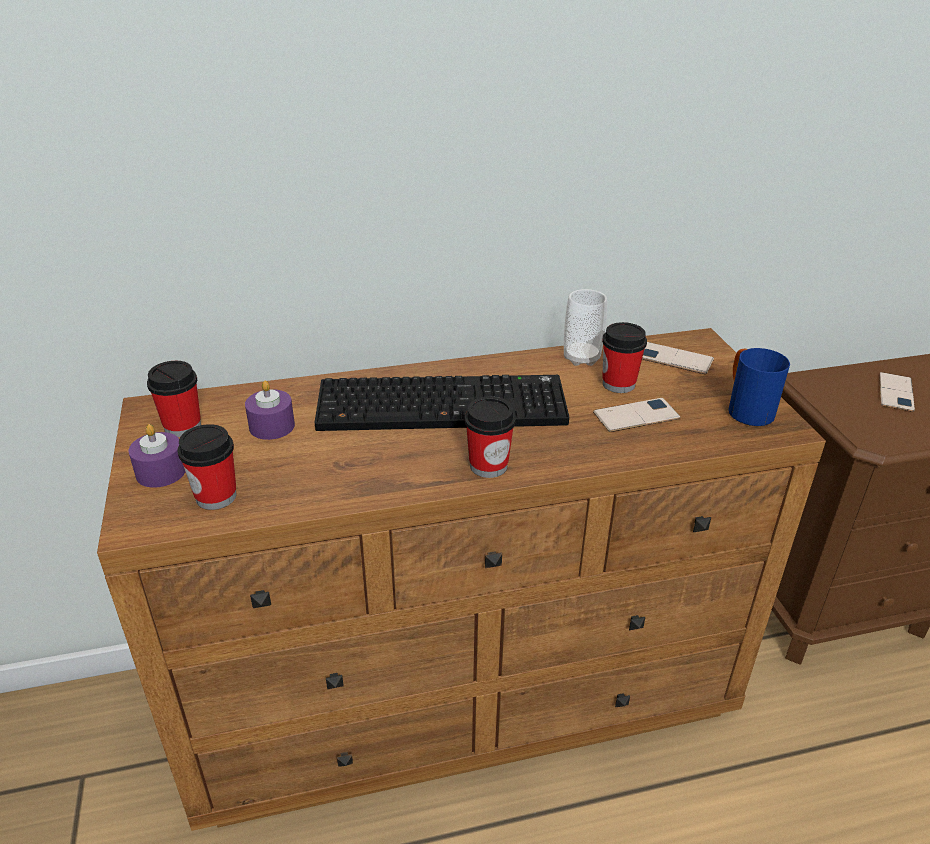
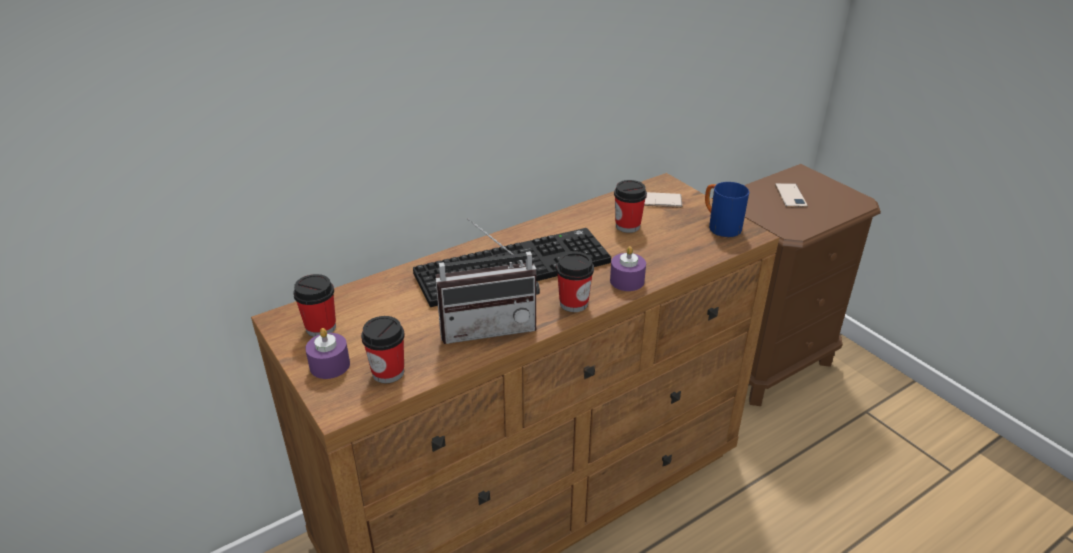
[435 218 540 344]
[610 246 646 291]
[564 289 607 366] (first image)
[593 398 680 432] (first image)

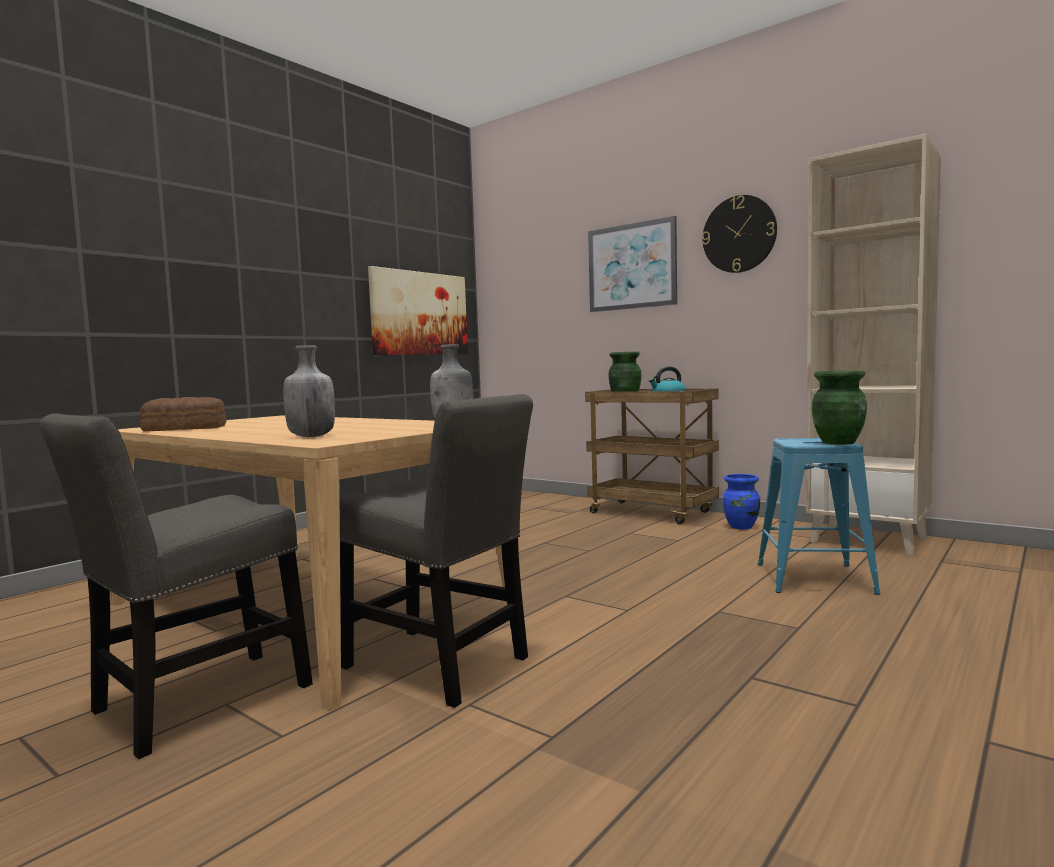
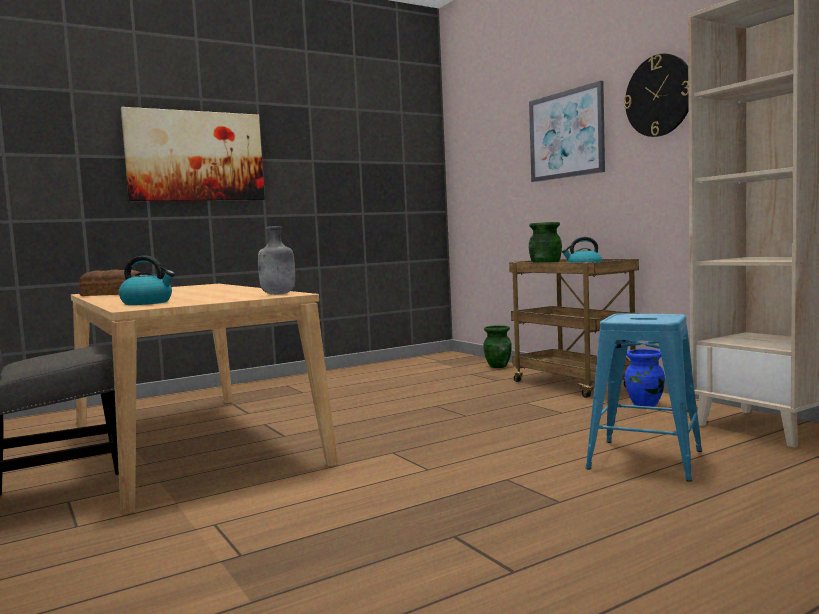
[119 256 175 305]
[121 107 265 201]
[483 325 512 368]
[340 394 533 708] (first image)

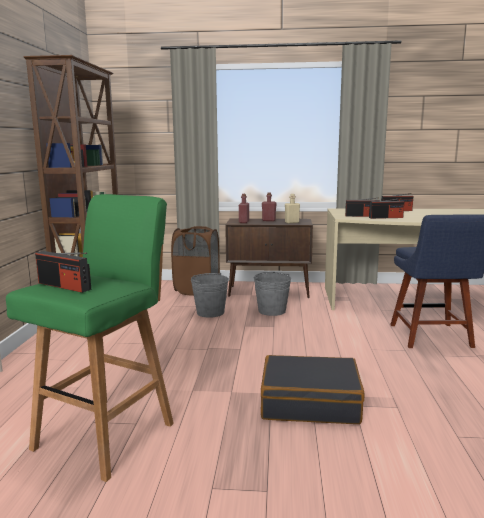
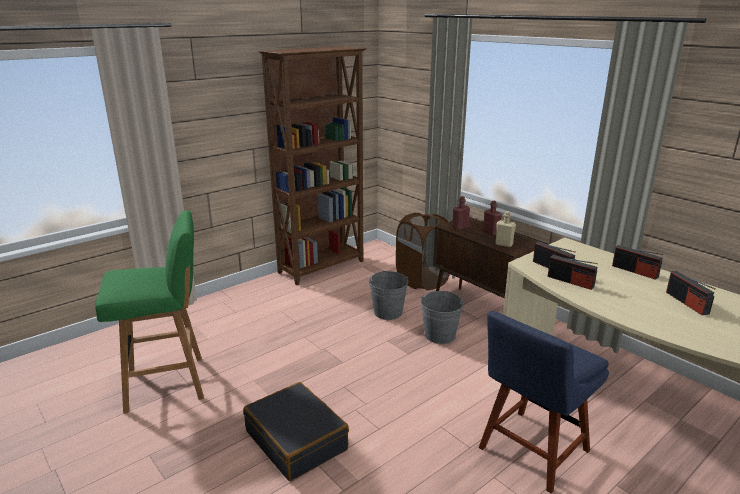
[666 271 716 315]

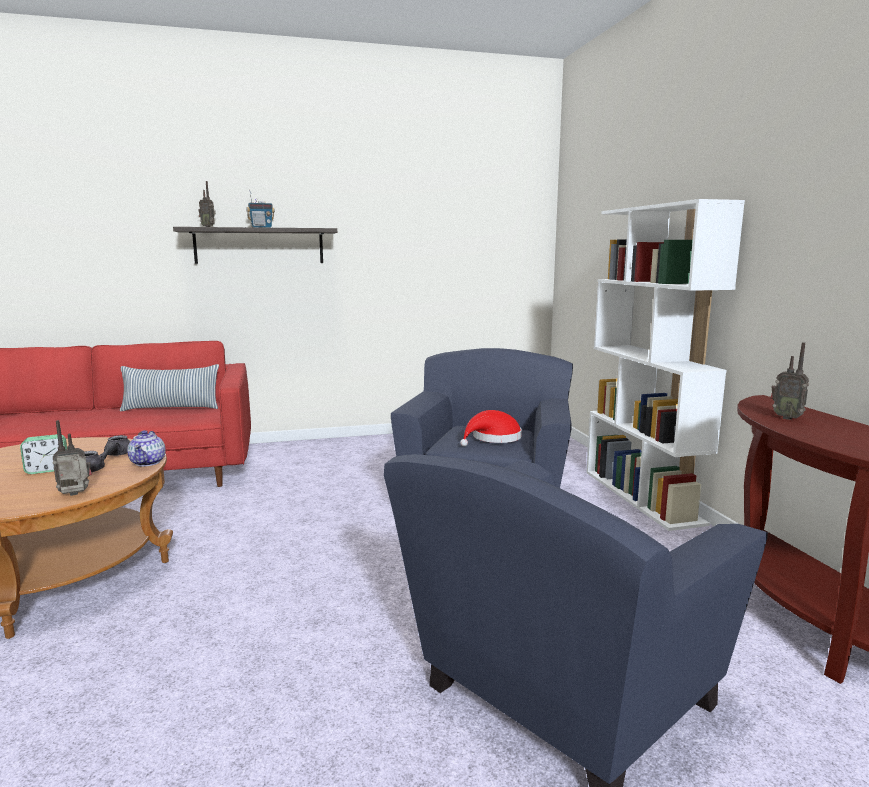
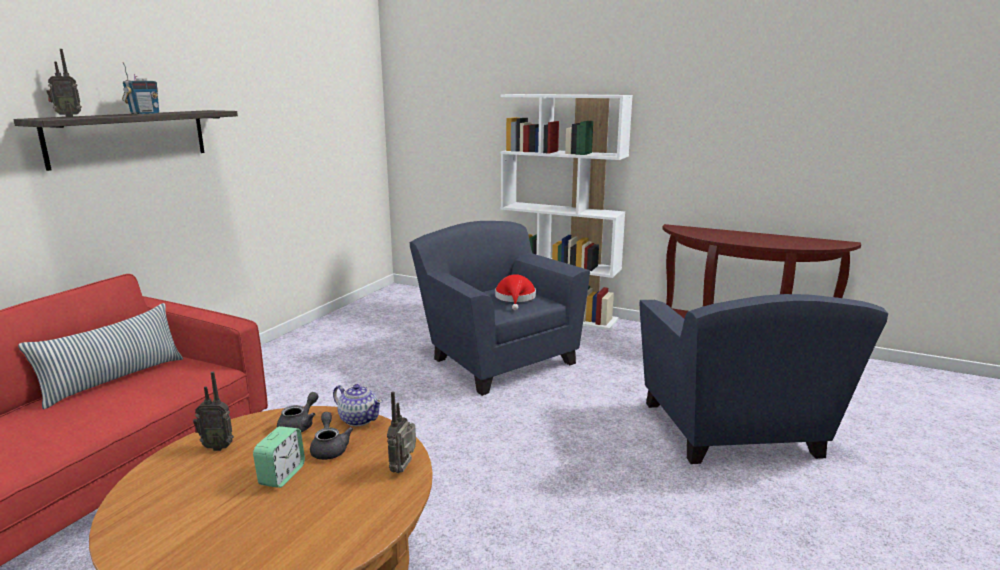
[193 372 234 451]

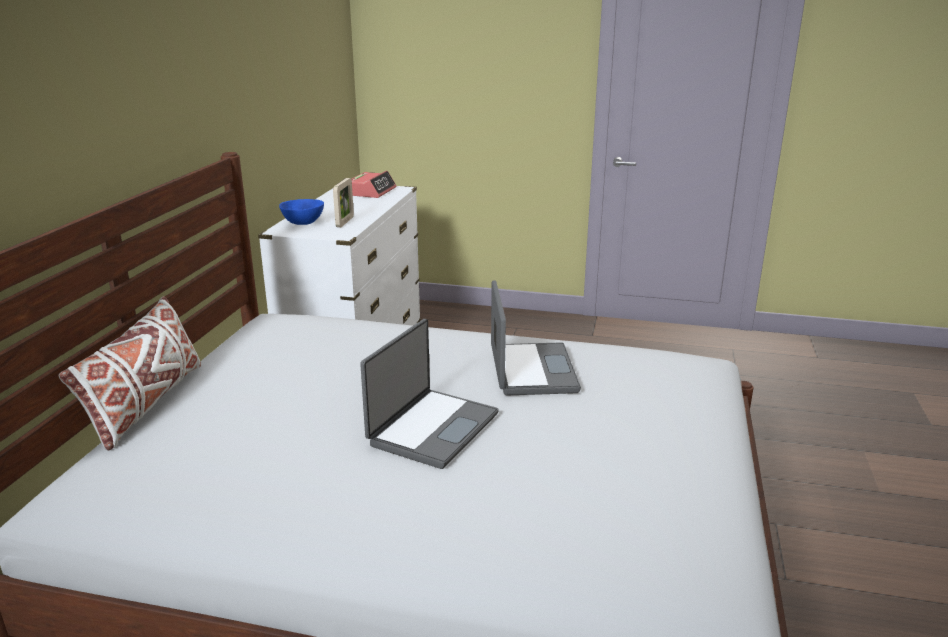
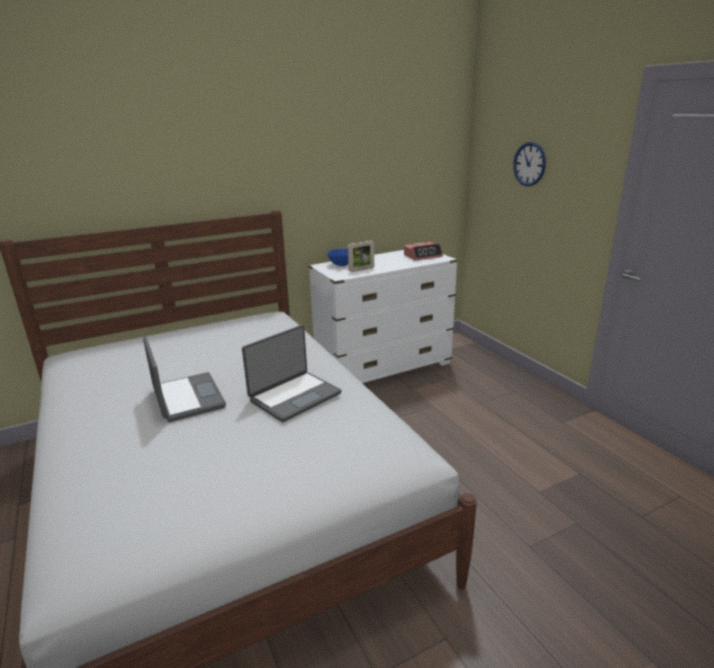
[143 337 226 422]
[513 142 546 186]
[59 296 201 451] (first image)

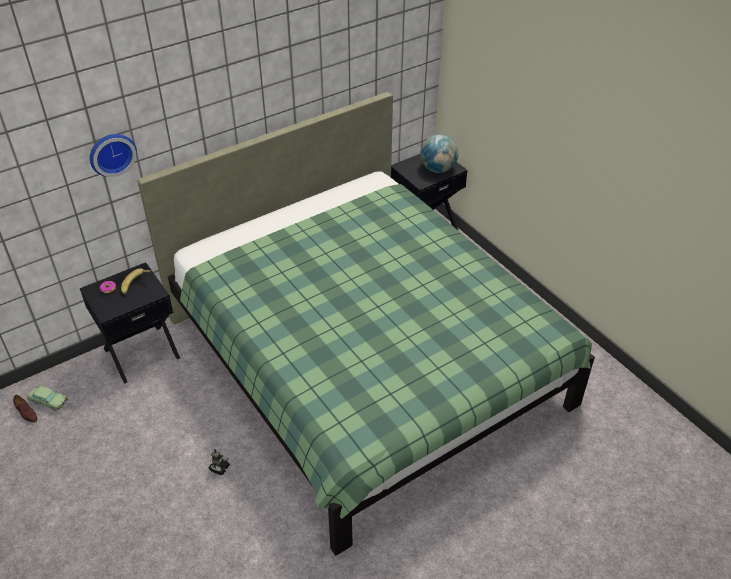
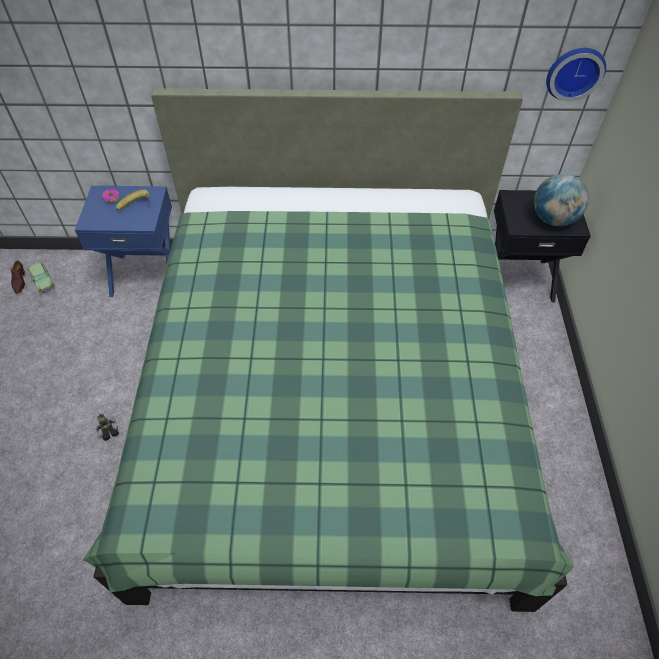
[75 186 172 297]
[546 48 606 101]

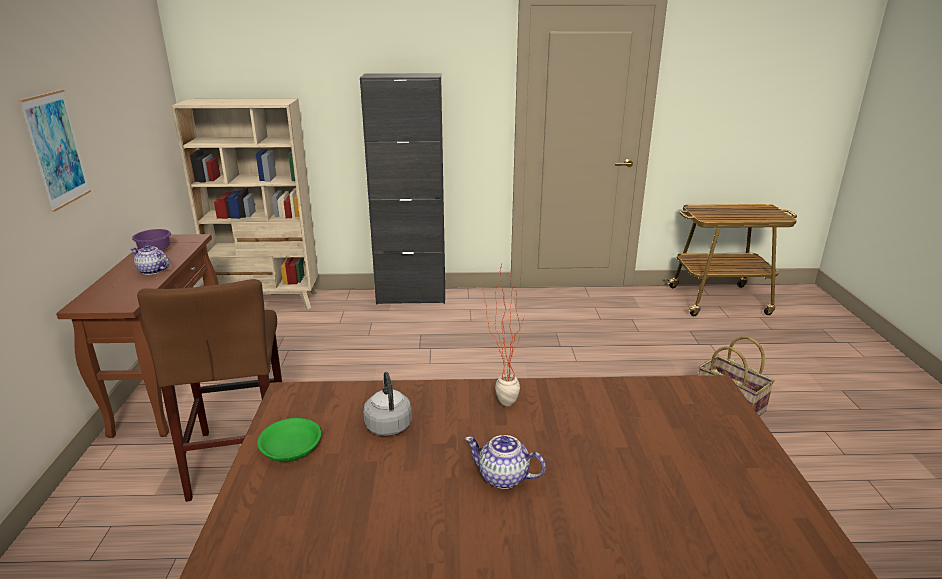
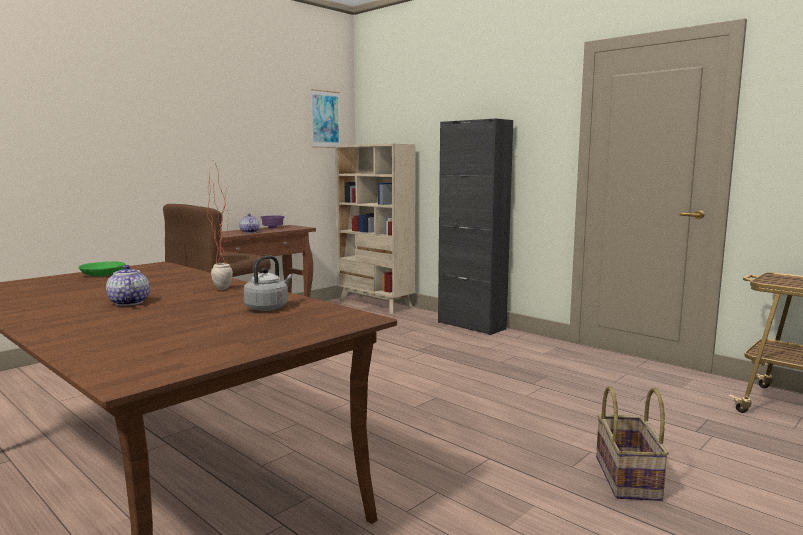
[244 256 292 311]
[310 89 340 148]

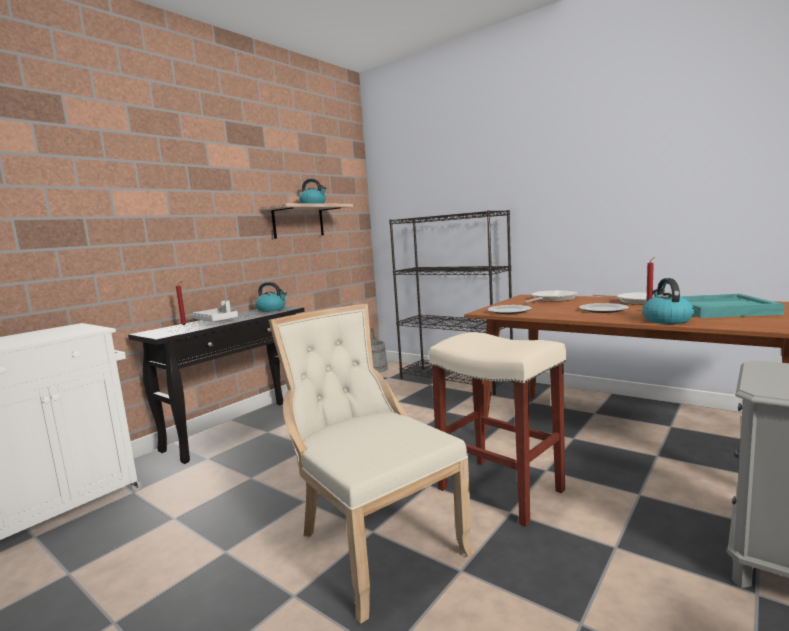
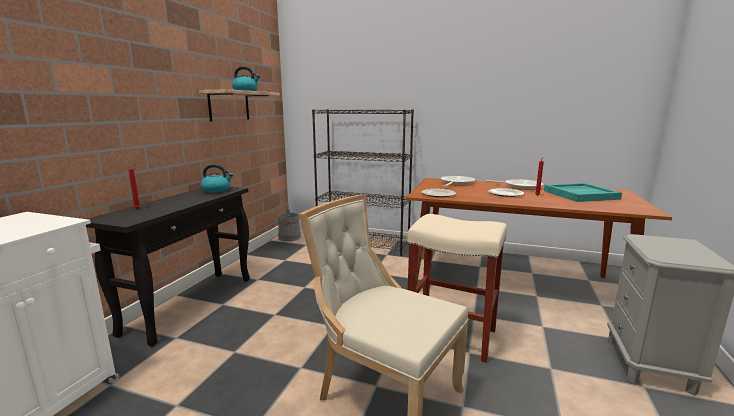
[192 300 238 322] (first image)
[642 278 694 324] (first image)

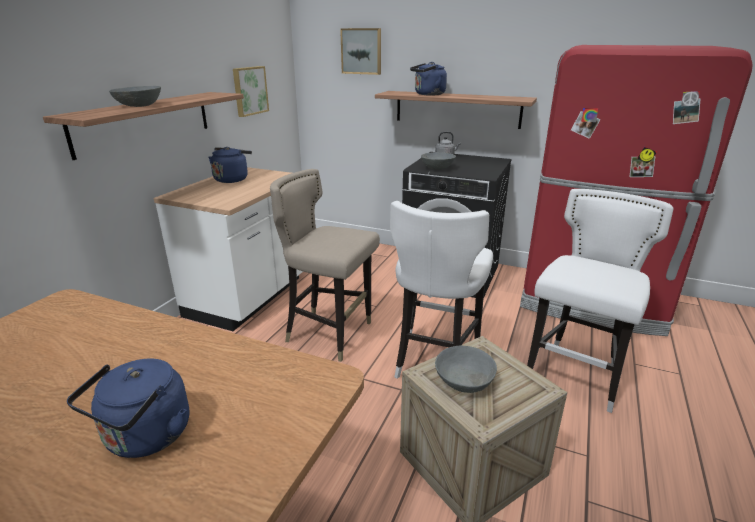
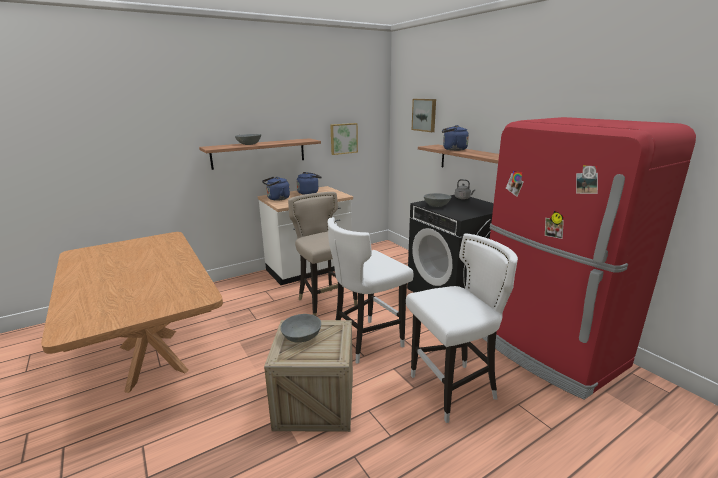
[262 177 290 201]

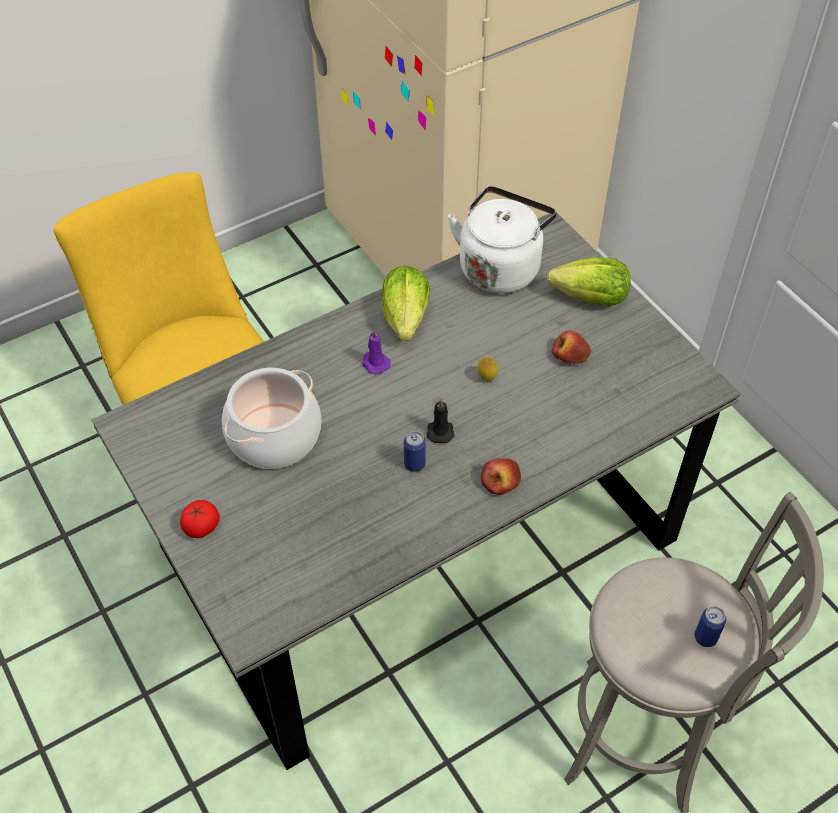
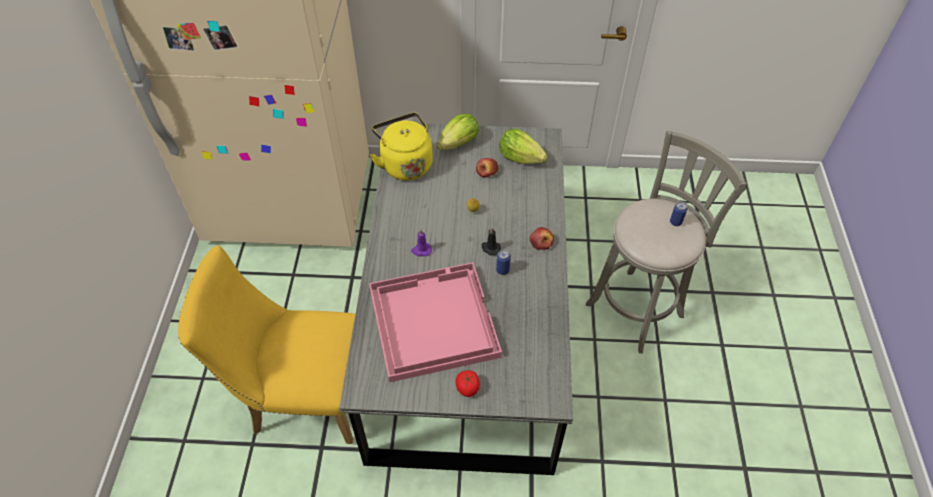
[369 263 502 382]
[370 113 433 180]
[499 129 547 164]

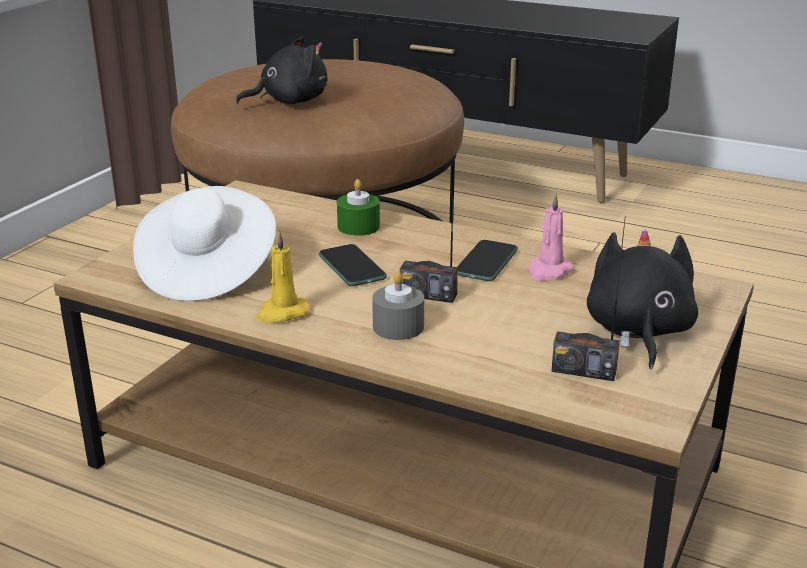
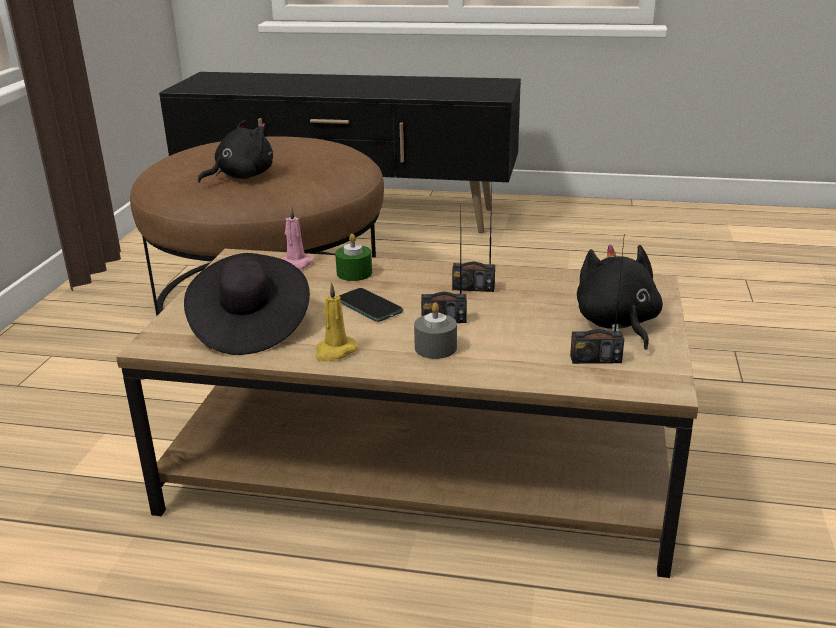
[184 253 310 355]
[282 206 314 270]
[452 182 495 292]

